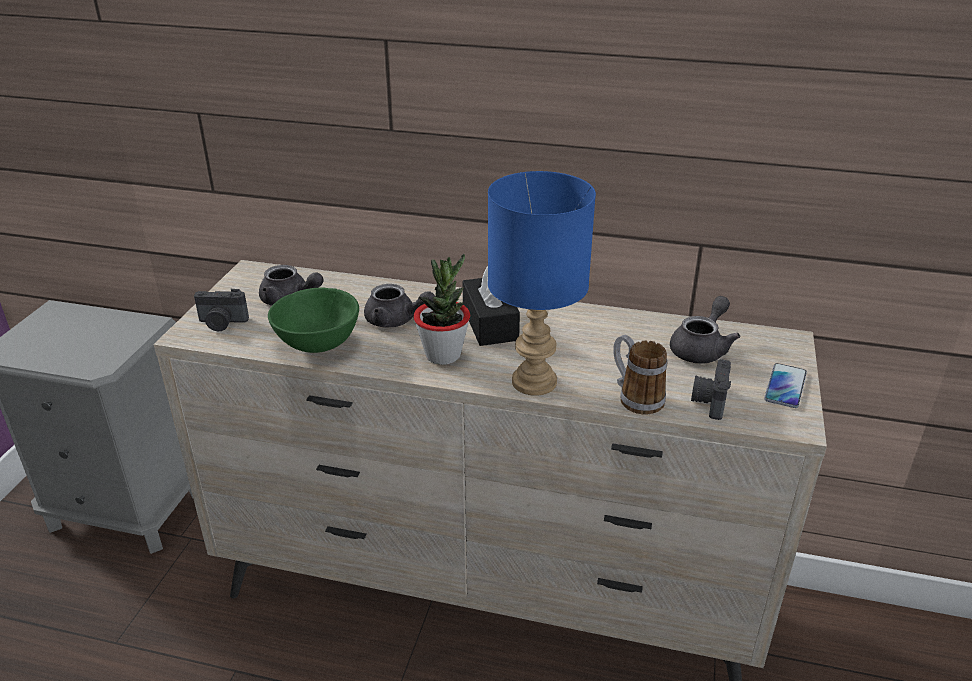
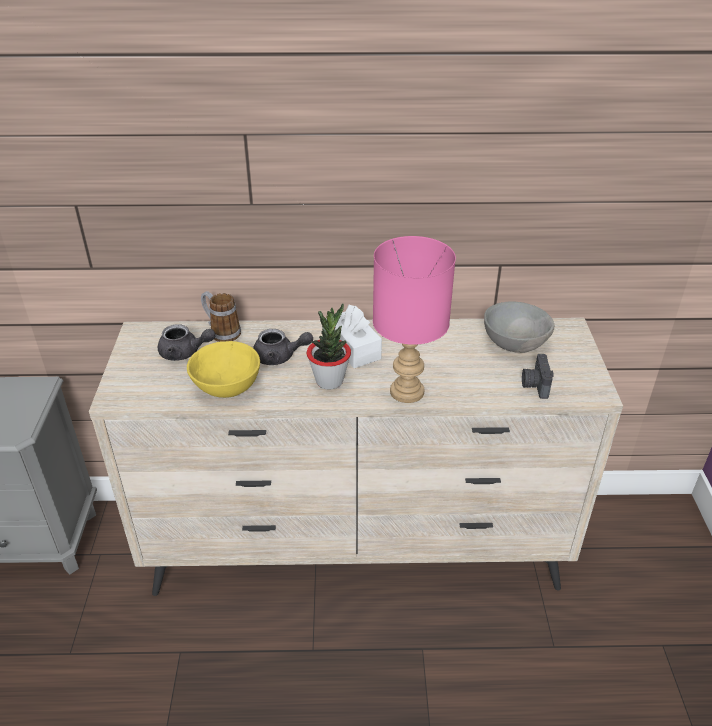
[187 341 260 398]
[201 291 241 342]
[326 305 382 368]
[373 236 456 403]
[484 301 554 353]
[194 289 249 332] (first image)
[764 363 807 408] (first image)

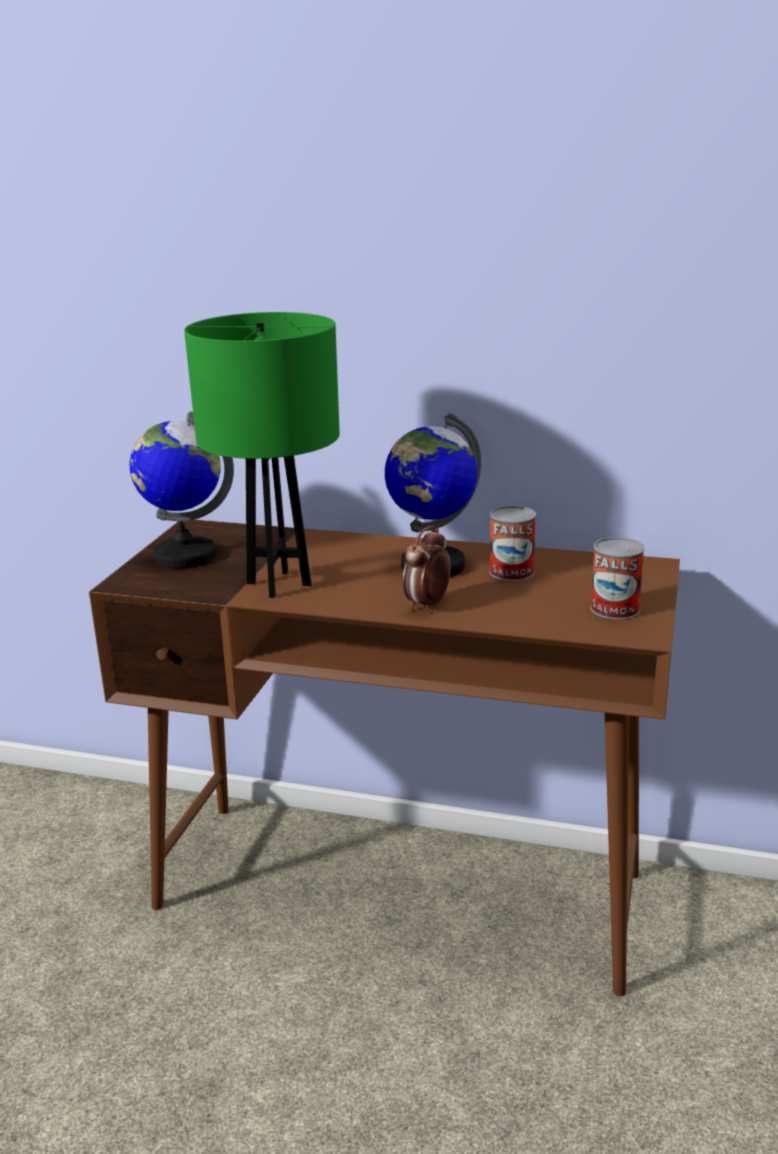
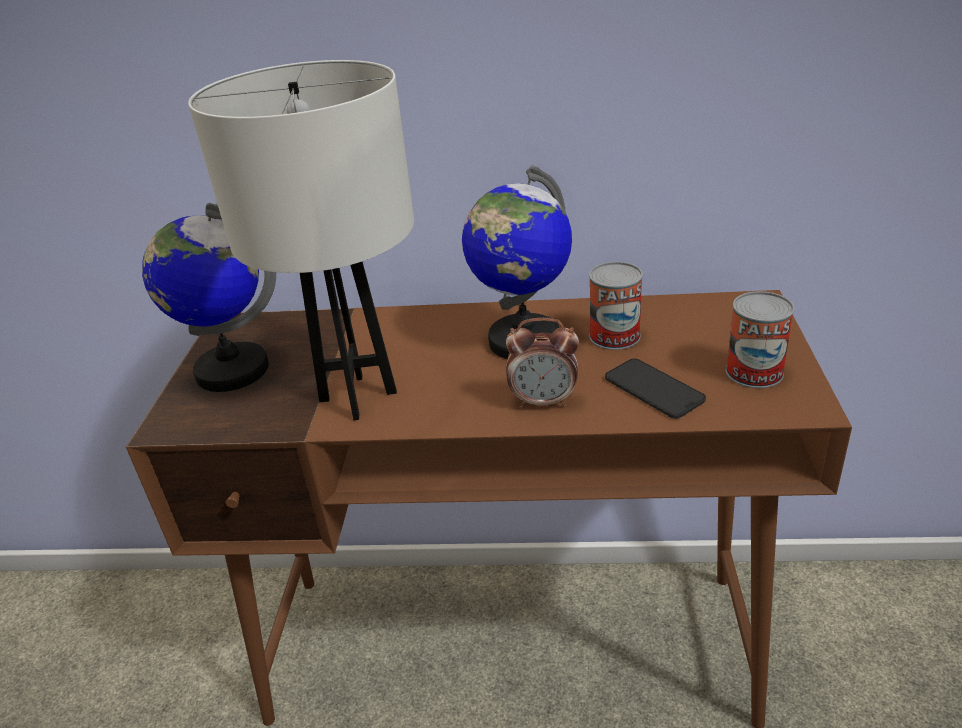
[188 60 414 420]
[506 318 579 408]
[605 359 706 419]

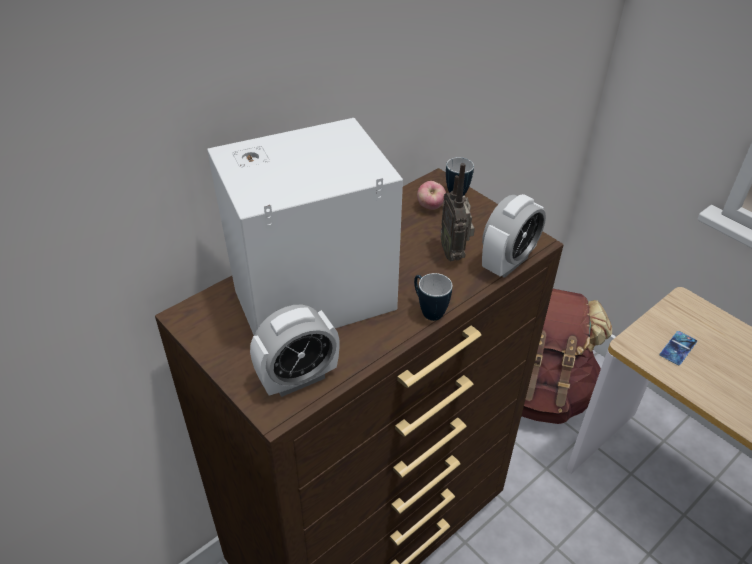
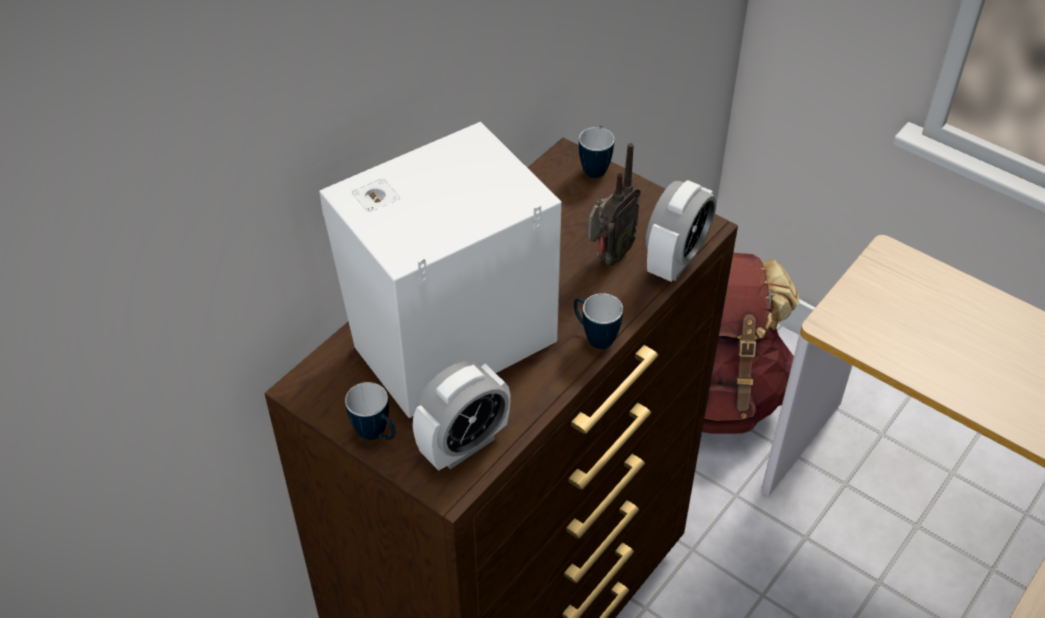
[345 382 396 440]
[588 143 640 266]
[417 181 446 210] (first image)
[659 331 697 365] (first image)

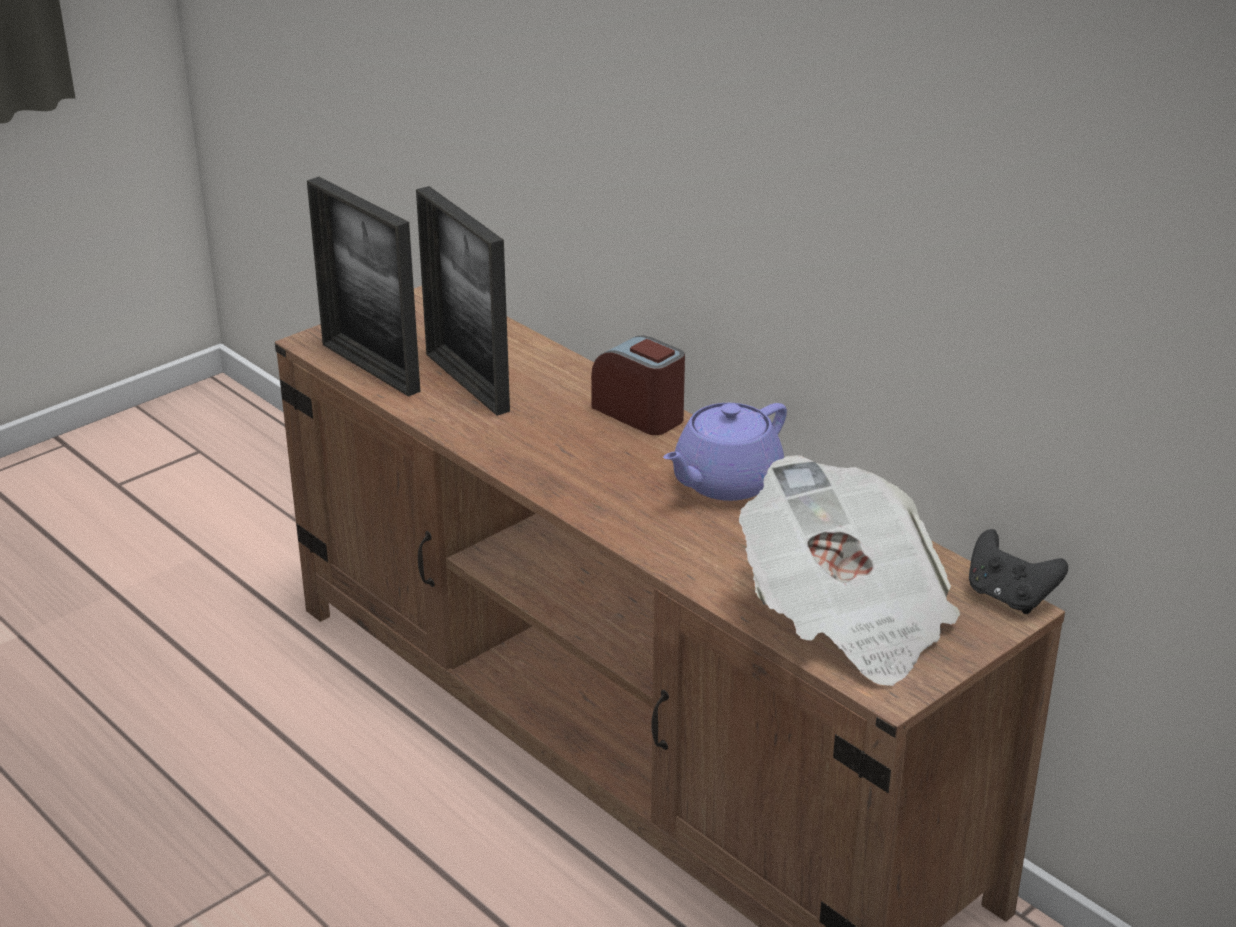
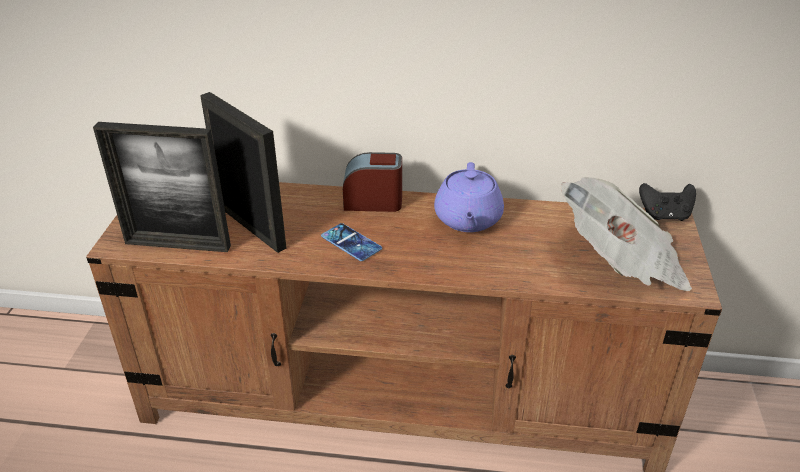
[200 92 286 253]
[321 223 382 261]

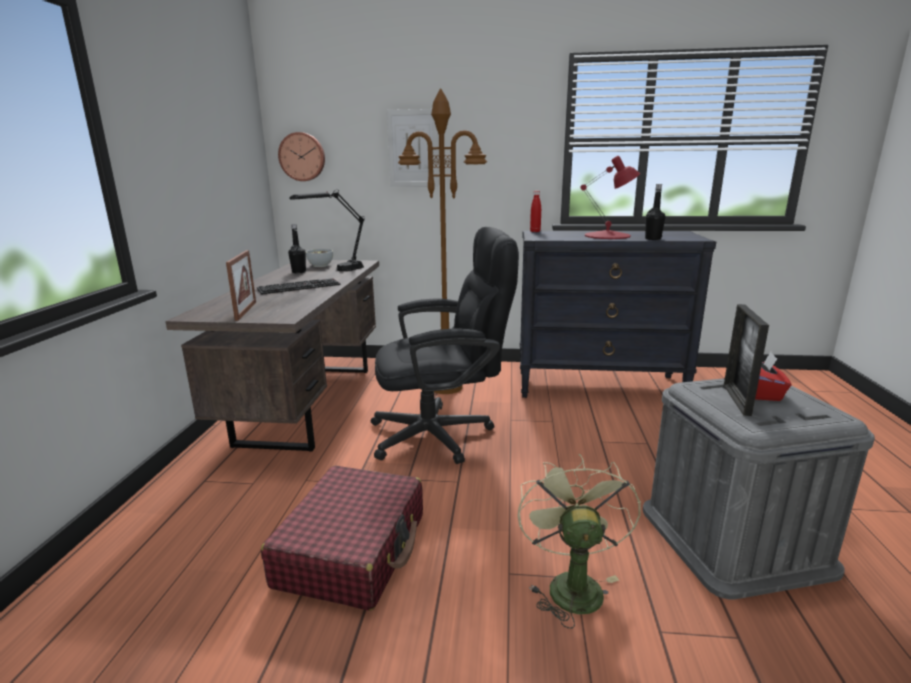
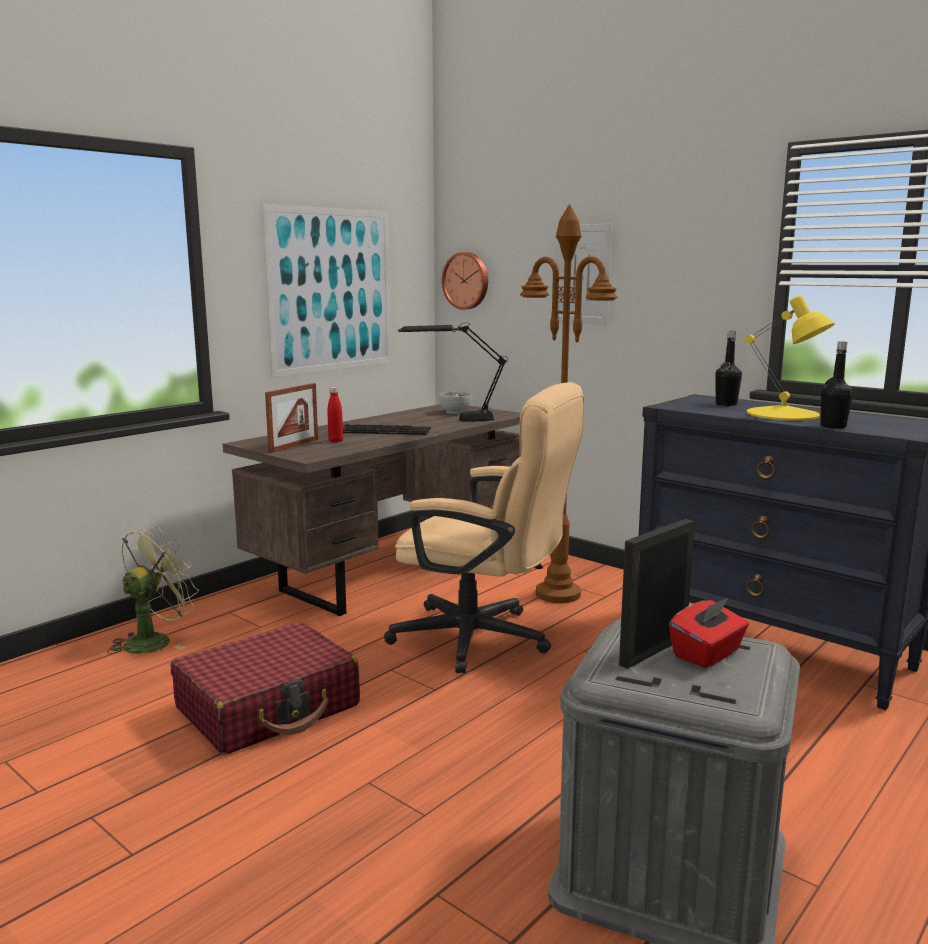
[107 526 199 654]
[261 204 392 377]
[327 387 343 443]
[384 382 584 674]
[715 331 742 406]
[744 295 834 421]

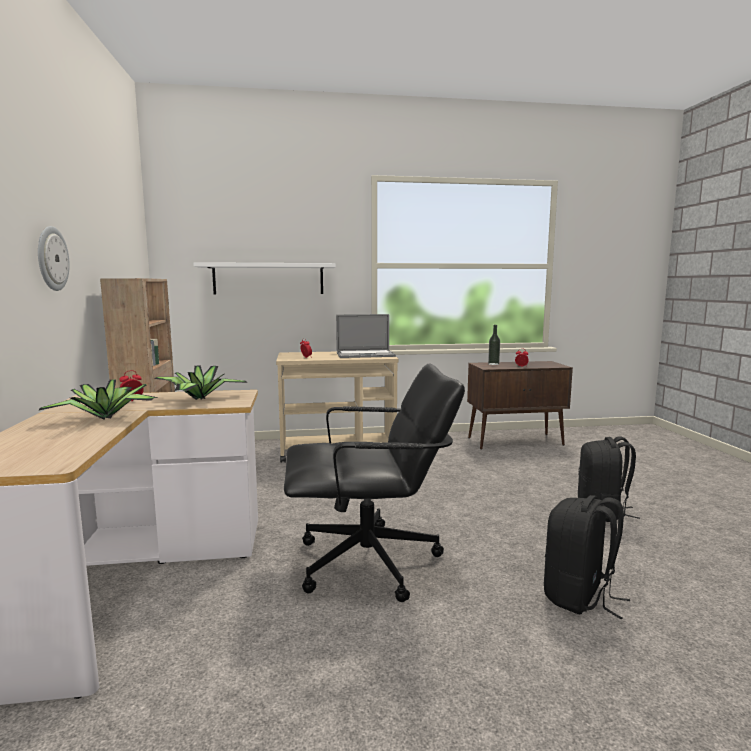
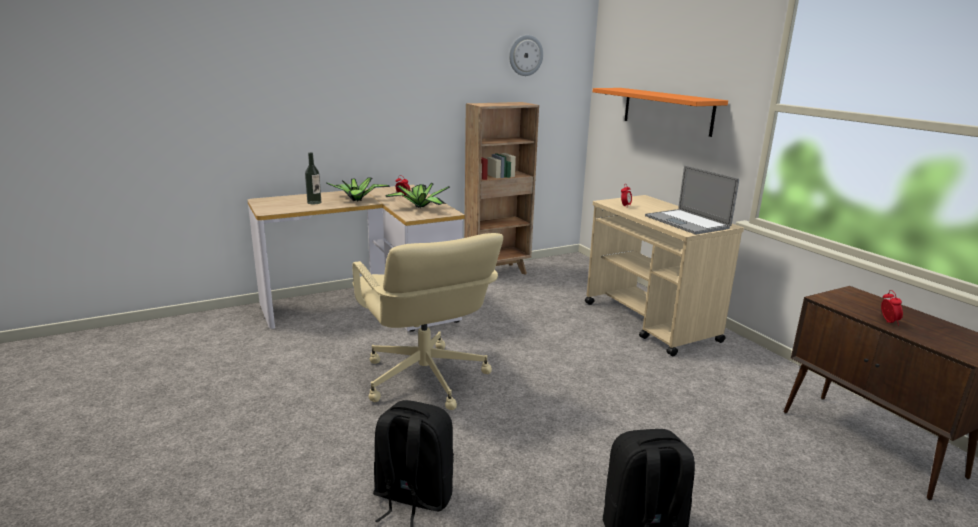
[305 153 321 204]
[352 233 503 410]
[509 35 543 76]
[593 88 728 137]

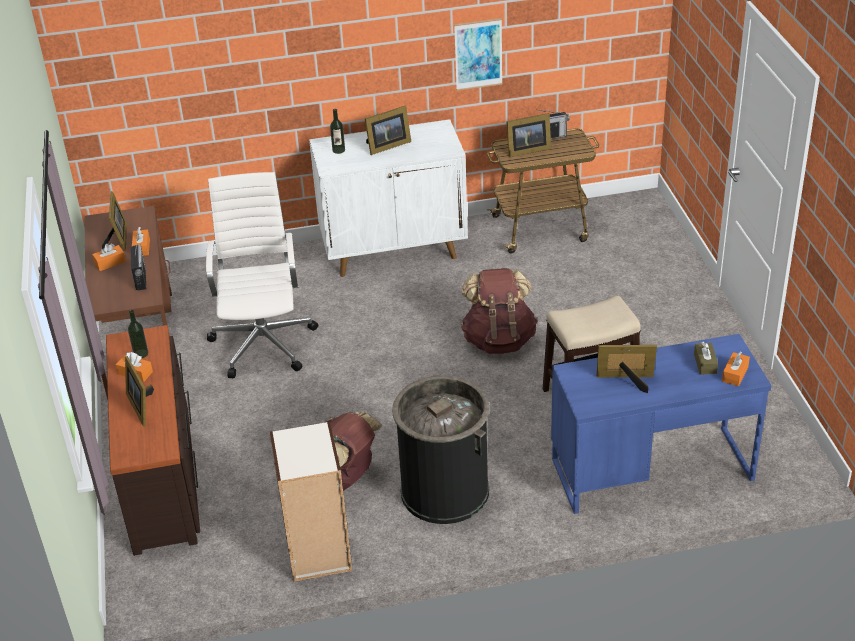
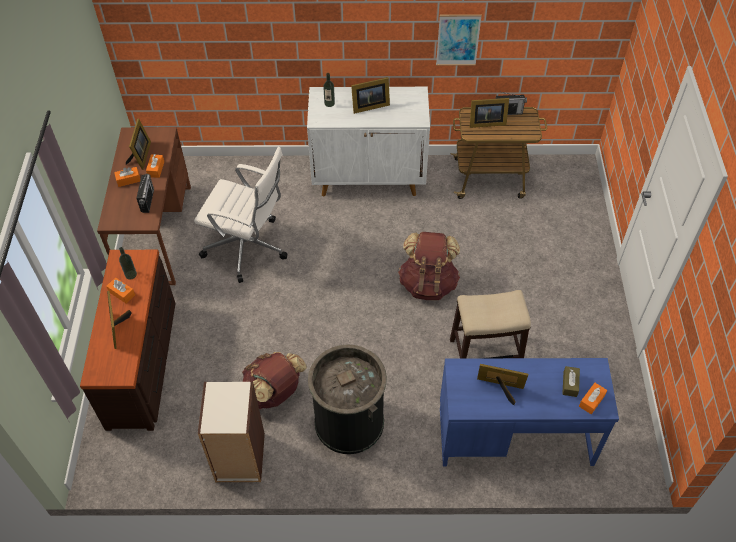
[194 147 287 283]

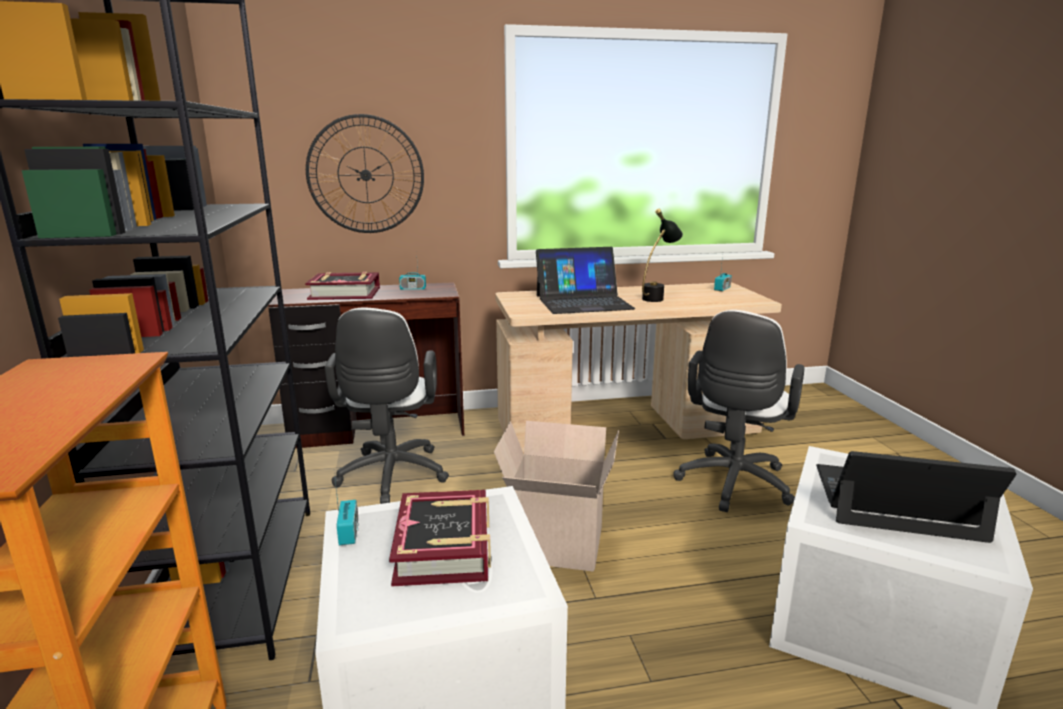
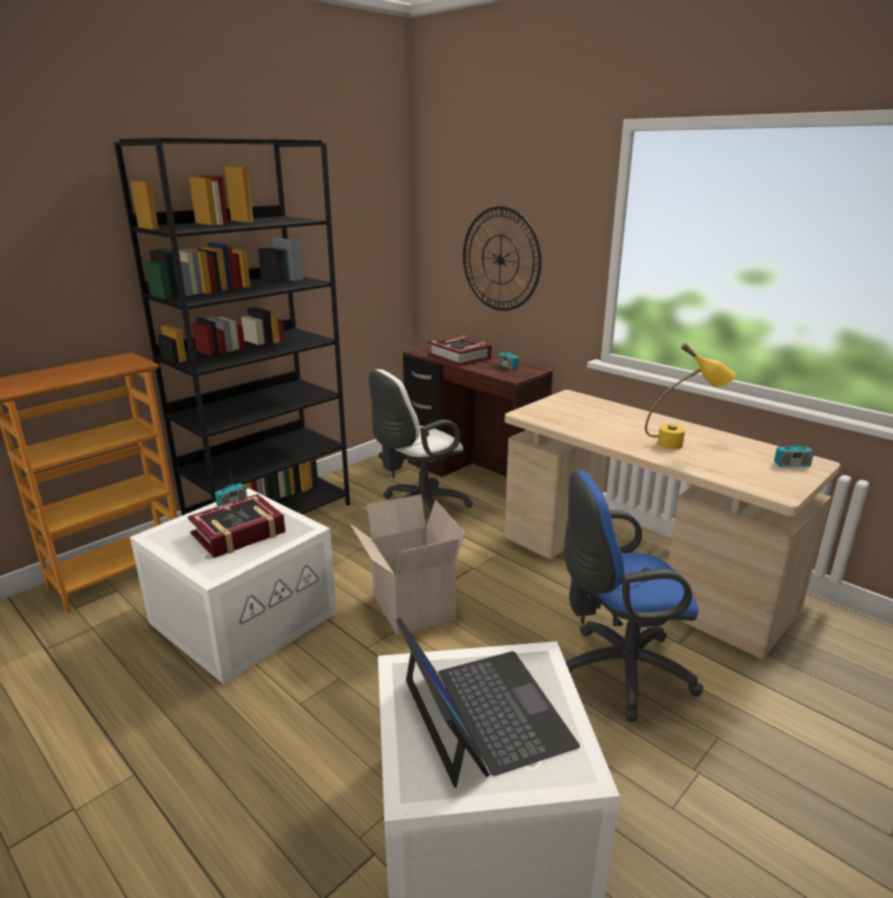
[564 471 703 722]
[645 343 736 449]
[536 247 635 314] (first image)

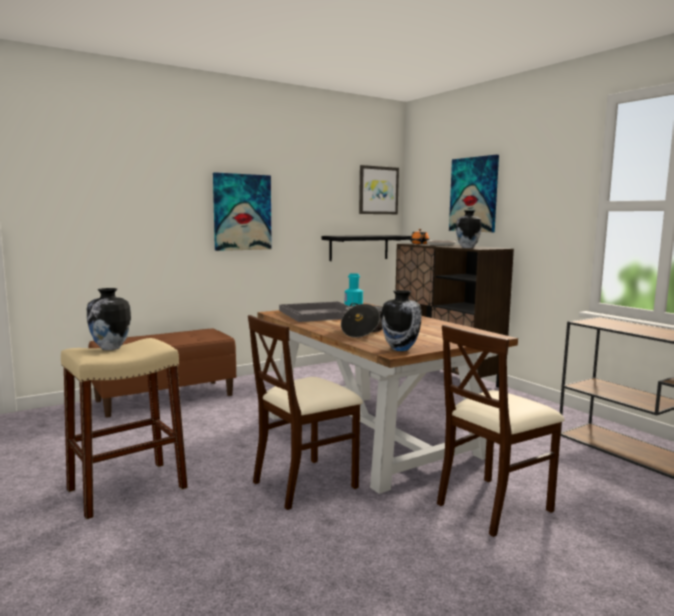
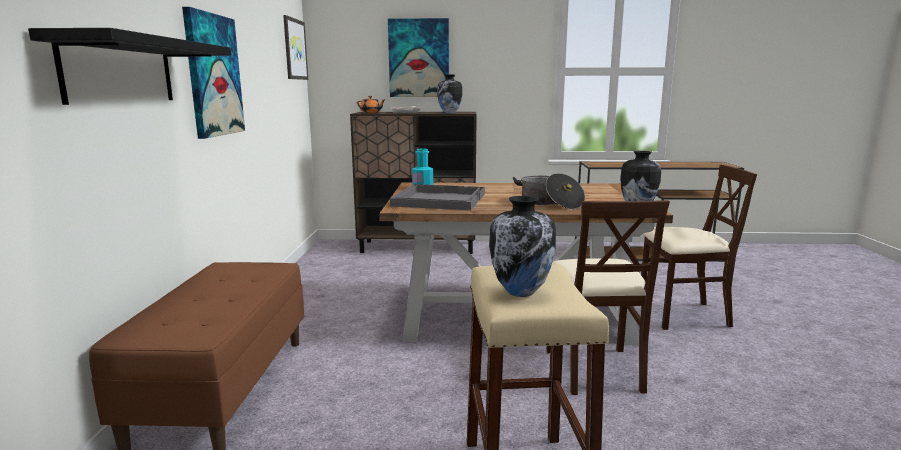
[28 28 231 105]
[641 165 757 330]

